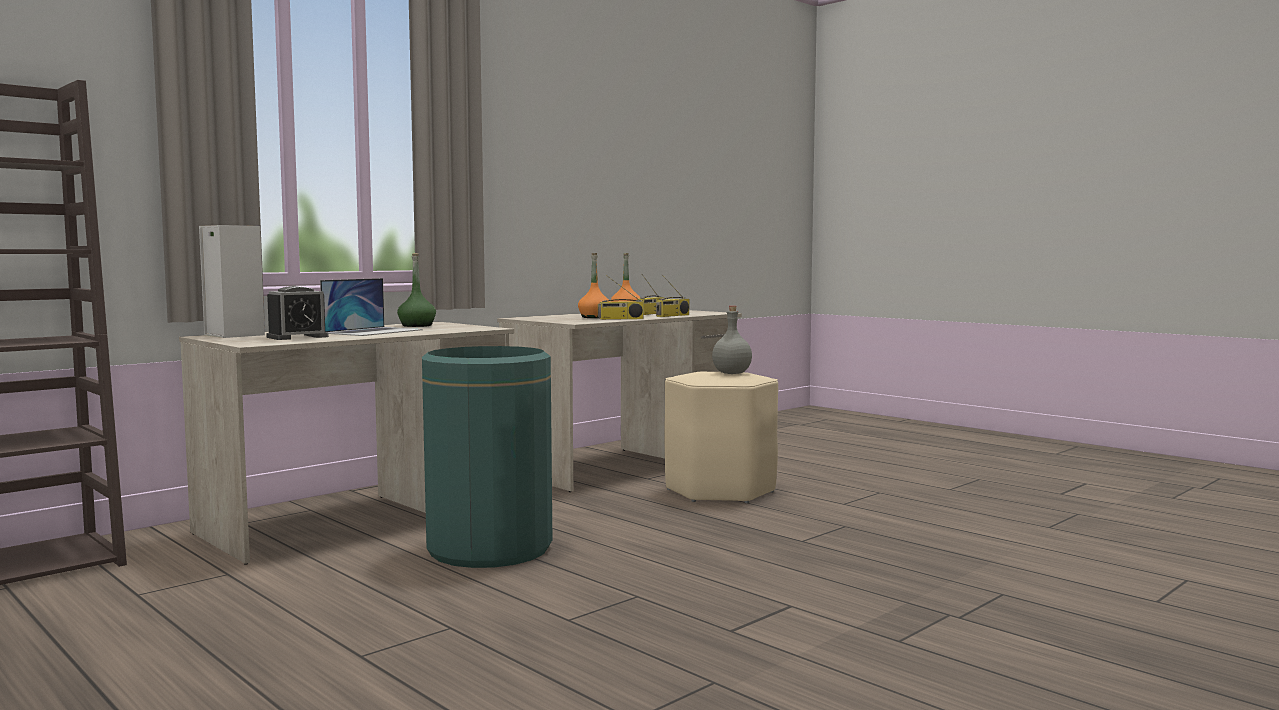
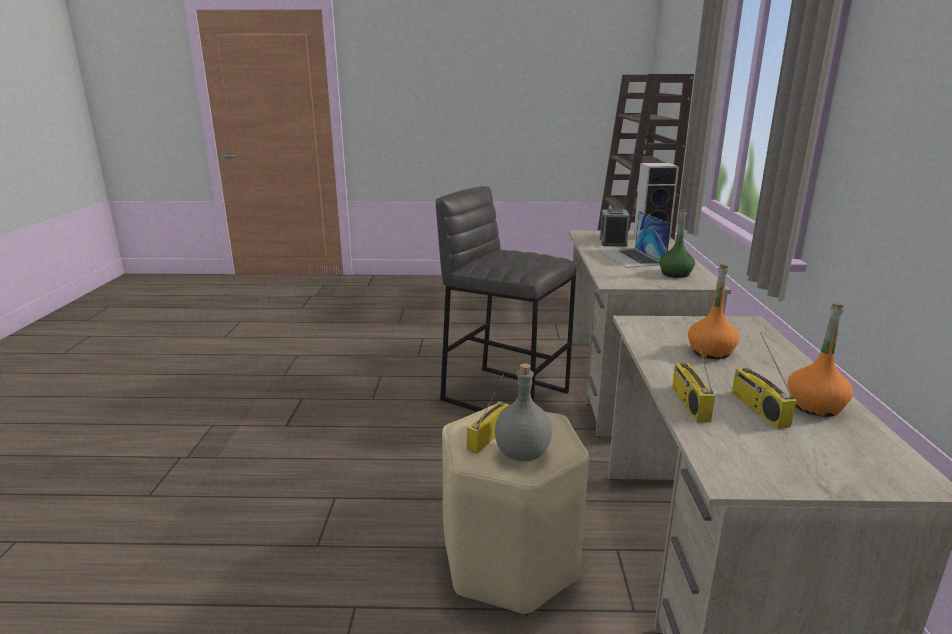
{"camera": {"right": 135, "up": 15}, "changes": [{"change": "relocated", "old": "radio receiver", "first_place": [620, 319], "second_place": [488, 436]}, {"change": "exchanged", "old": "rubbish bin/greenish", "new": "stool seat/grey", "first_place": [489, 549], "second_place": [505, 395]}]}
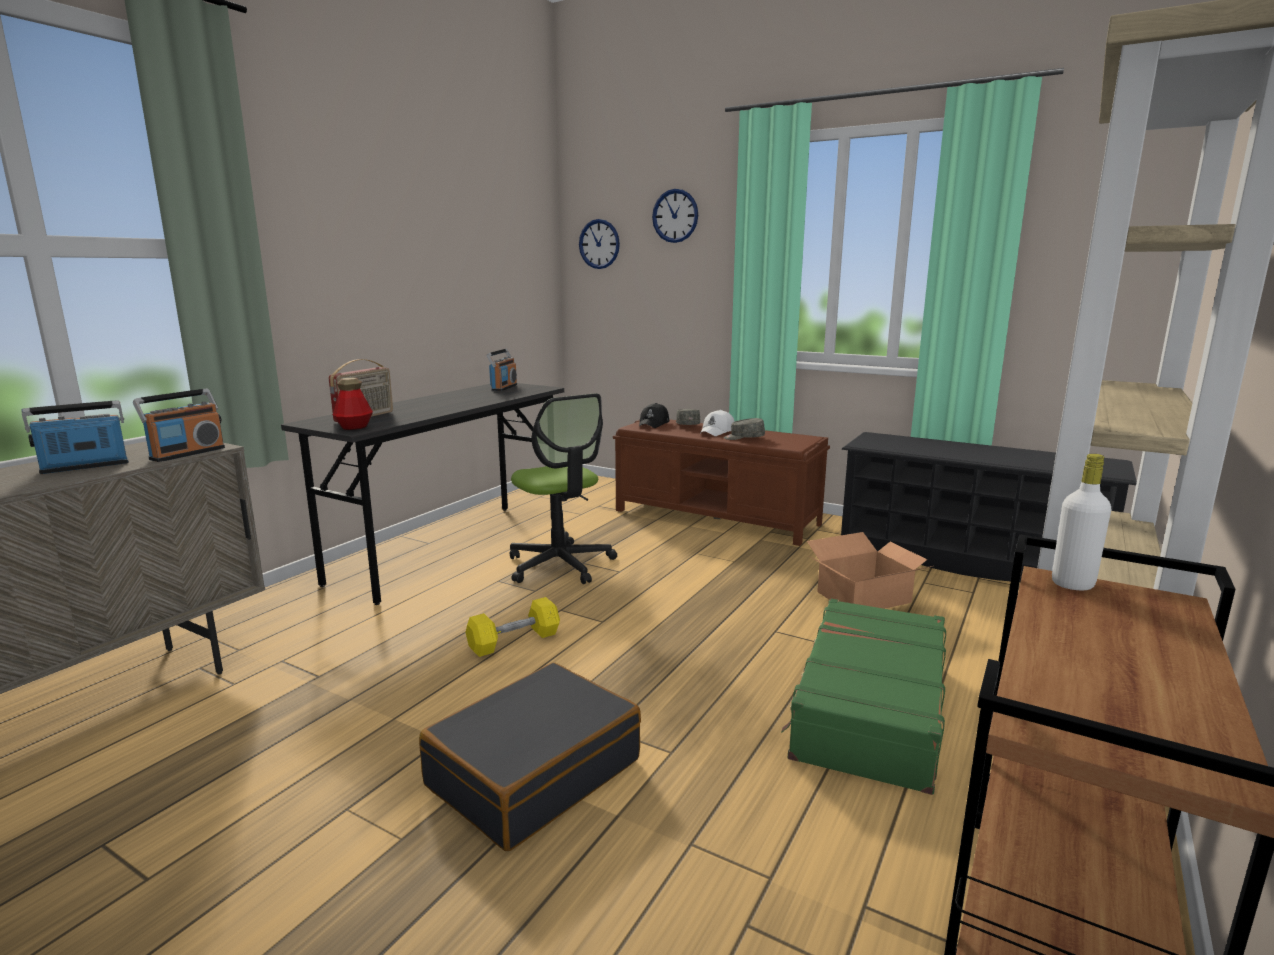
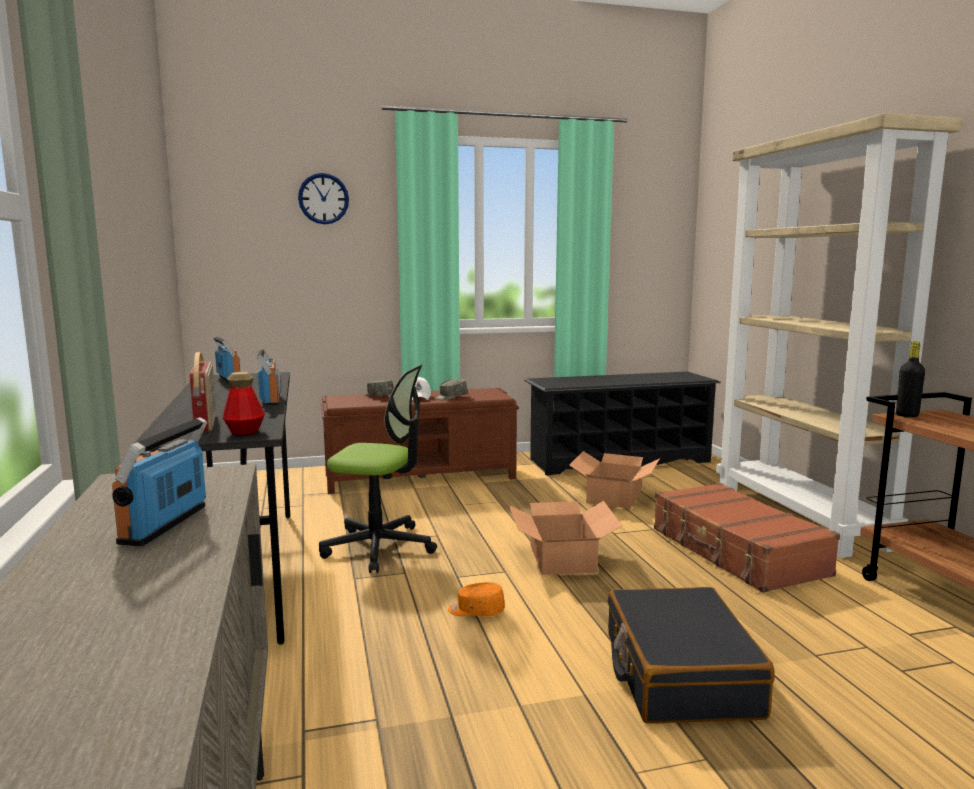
{"camera": {"right": -45, "up": -5}, "changes": [{"change": "missing", "old": "clock on the wall", "first_place": [599, 244]}, {"change": "relocated", "old": "radio receiver", "first_place": [187, 453], "second_place": [271, 400]}, {"change": "missing", "old": "cap/blackish", "first_place": [654, 424]}, {"change": "colour", "old": "beverage bottle/white-coloured", "new": "beverage bottle/blackish", "first_place": [1072, 584], "second_place": [907, 415]}, {"change": "exchanged", "old": "free weight/yellowish", "new": "cap/orange", "first_place": [514, 641], "second_place": [476, 611]}, {"change": "colour", "old": "piece of luggage/greenish", "new": "piece of luggage/brown-coloured", "first_place": [868, 708], "second_place": [736, 552]}, {"change": "appeared", "new": "carton", "second_place": [563, 558]}]}
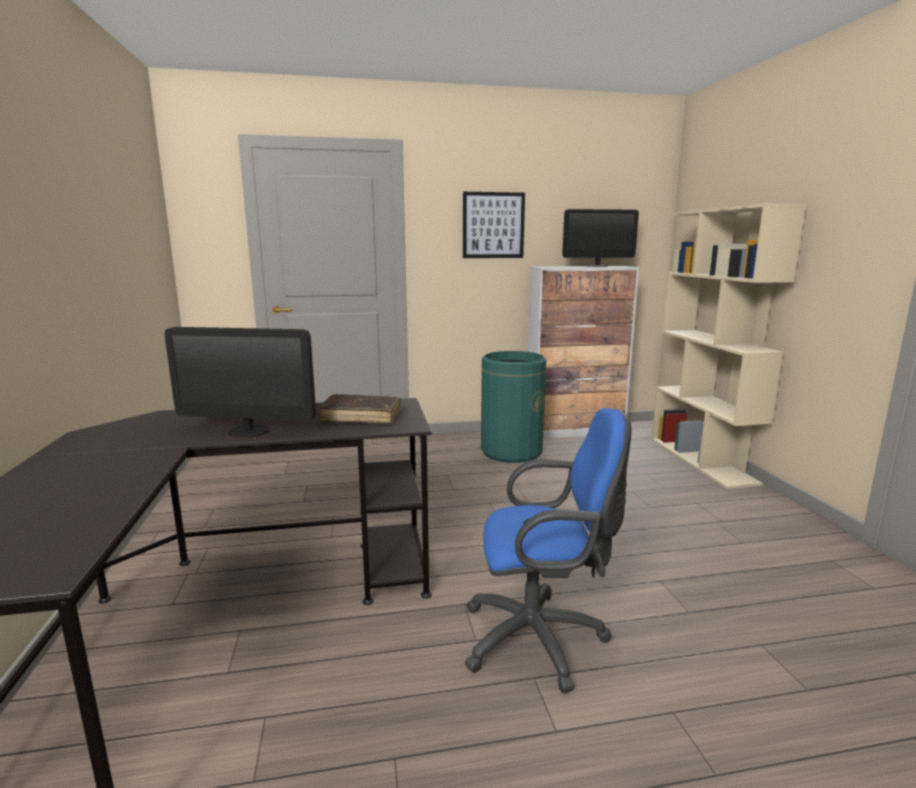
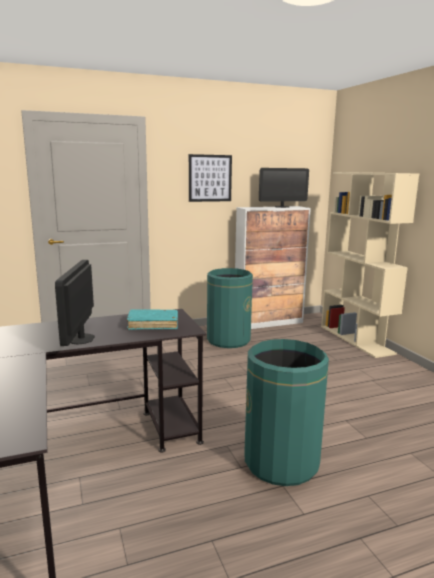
{"camera": {"right": -10, "up": 0}, "changes": [{"change": "spun", "old": "computer display", "first_place": [249, 431], "second_place": [81, 339], "degrees": 90}, {"change": "colour", "old": "volume/brown-coloured", "new": "volume/blue-green", "first_place": [361, 417], "second_place": [153, 324]}, {"change": "exchanged", "old": "desk chair/blue-coloured", "new": "rubbish bin/greenish", "first_place": [541, 639], "second_place": [281, 462]}]}
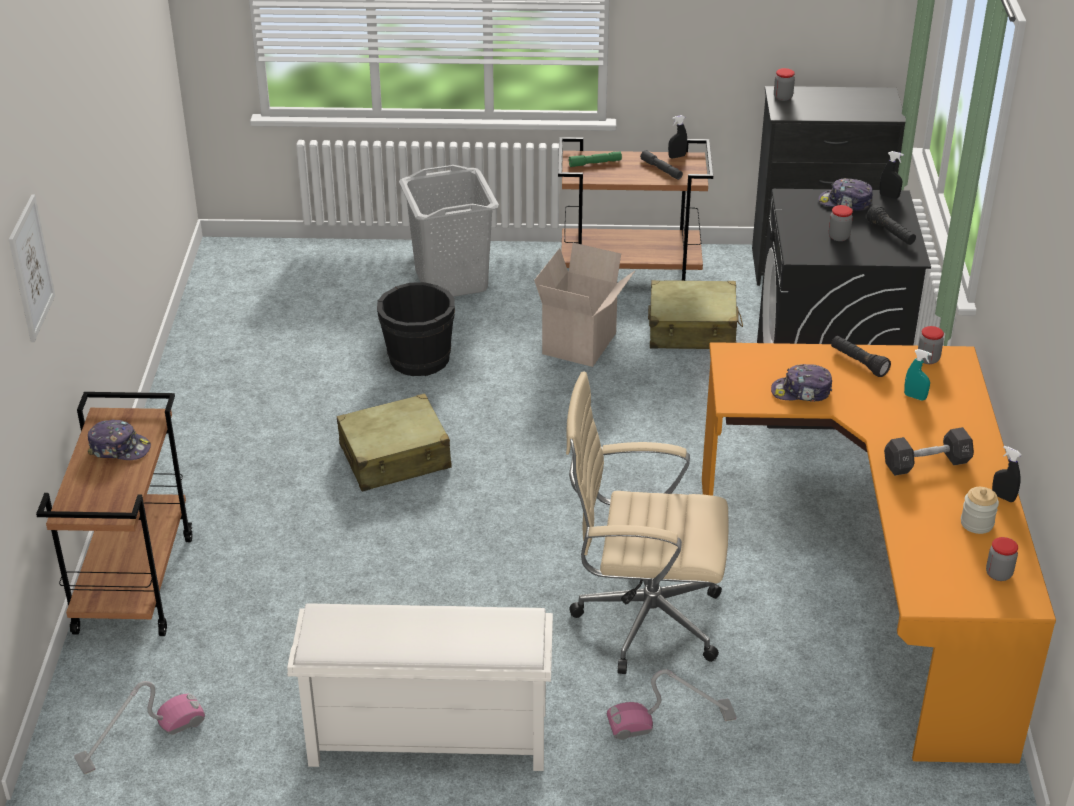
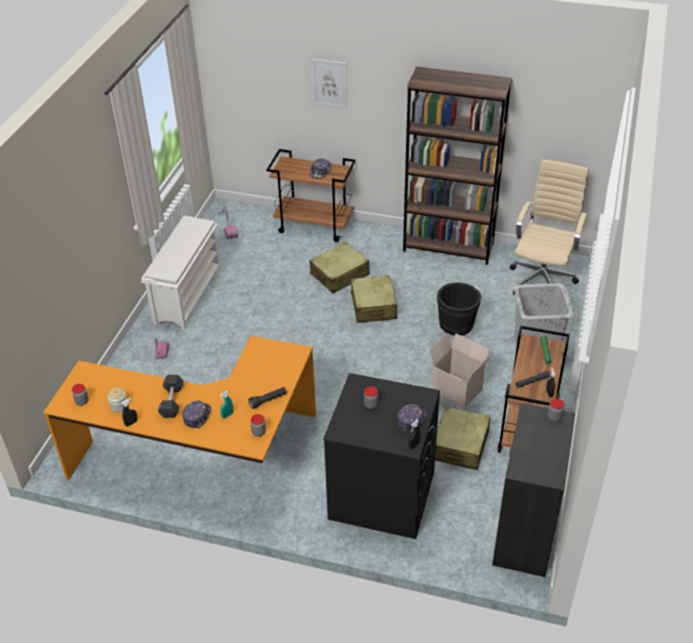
{"camera": {"right": 105, "up": 5}, "changes": [{"change": "missing", "old": "torch/blackish", "first_place": [891, 234]}, {"change": "relocated", "old": "cap", "first_place": [801, 392], "second_place": [197, 416]}, {"change": "relocated", "old": "desk chair/sand-coloured", "first_place": [642, 620], "second_place": [542, 279]}, {"change": "appeared", "new": "bookshelf/brown-coloured", "second_place": [448, 247]}, {"change": "appeared", "new": "piece of luggage/sand-coloured", "second_place": [340, 275]}]}
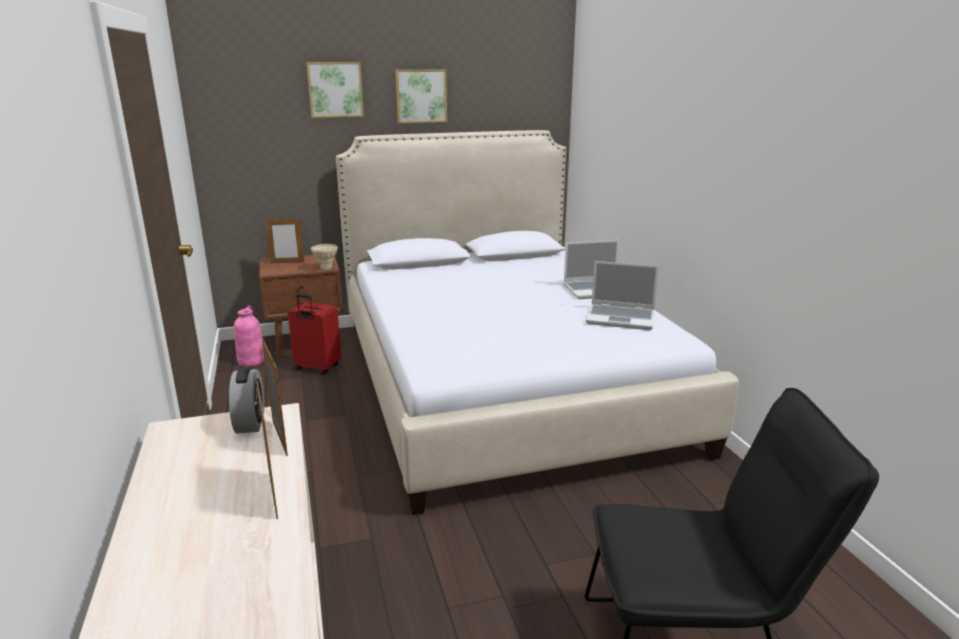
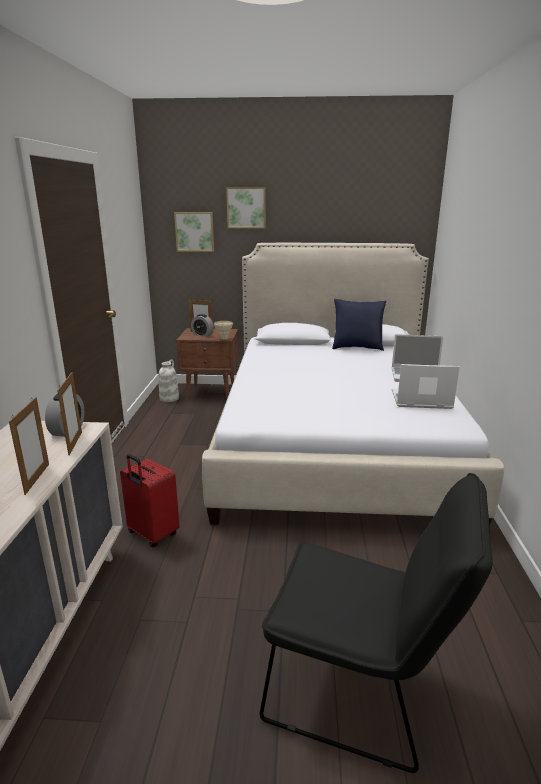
{"camera": {"right": 20, "up": 0}, "changes": [{"change": "relocated", "old": "picture", "first_place": [421, 96], "second_place": [194, 231]}, {"change": "spun", "old": "laptop", "first_place": [621, 318], "second_place": [420, 400], "degrees": 150}, {"change": "relocated", "old": "piece of luggage/red", "first_place": [317, 368], "second_place": [152, 534]}, {"change": "colour", "old": "decorative vase/pink", "new": "decorative vase/white-coloured", "first_place": [251, 360], "second_place": [169, 398]}, {"change": "appeared", "new": "cushion/blue-coloured", "second_place": [357, 348]}, {"change": "appeared", "new": "bedside clock", "second_place": [202, 335]}]}
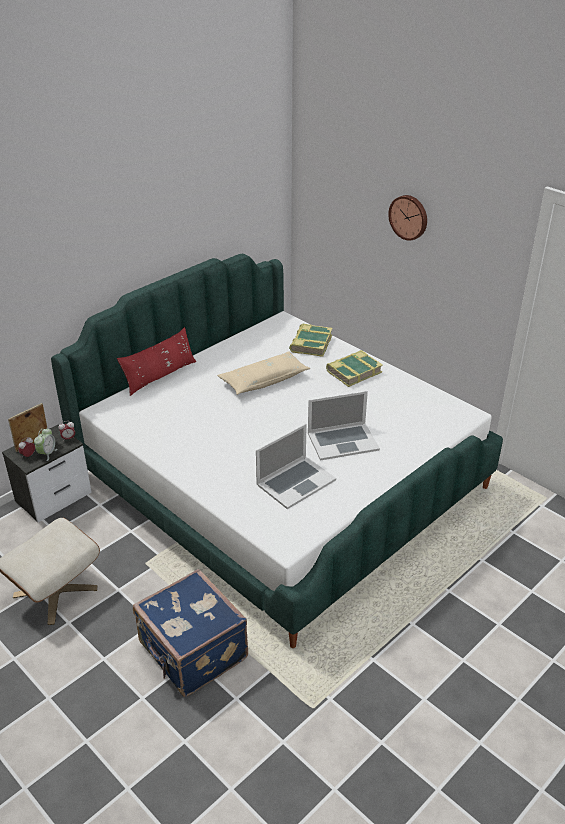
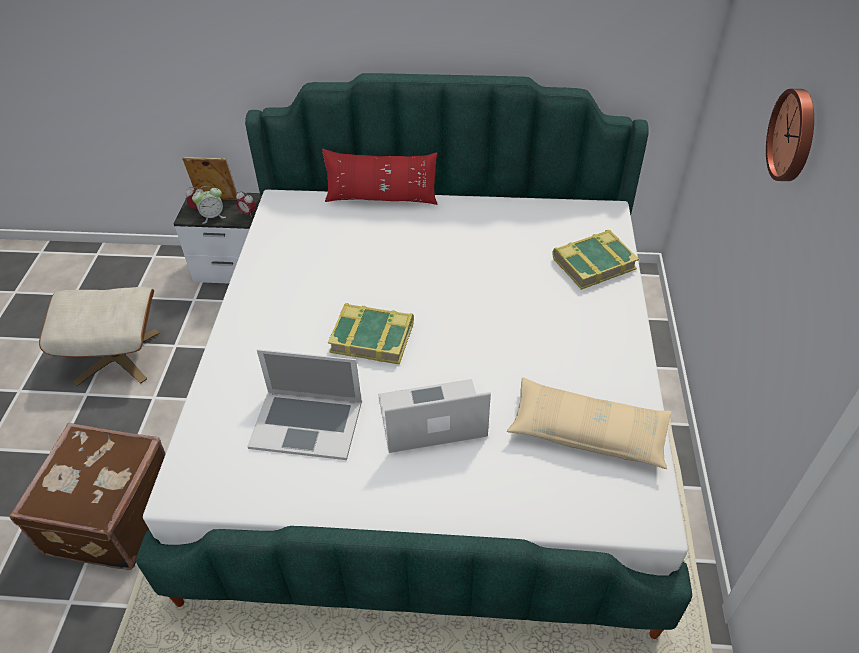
{"camera": {"right": 50, "up": 10}, "changes": [{"change": "relocated", "old": "volume", "first_place": [353, 372], "second_place": [372, 337]}, {"change": "relocated", "old": "cushion/sand-coloured", "first_place": [264, 380], "second_place": [587, 432]}, {"change": "spun", "old": "laptop", "first_place": [342, 441], "second_place": [432, 417], "degrees": 135}, {"change": "colour", "old": "piece of luggage/blue-coloured", "new": "piece of luggage/brown-coloured", "first_place": [192, 652], "second_place": [109, 516]}]}
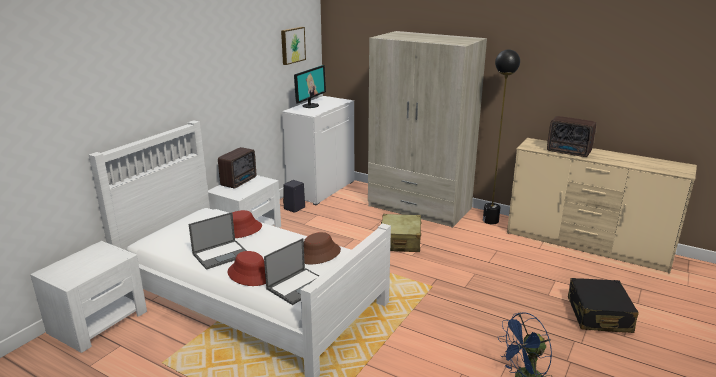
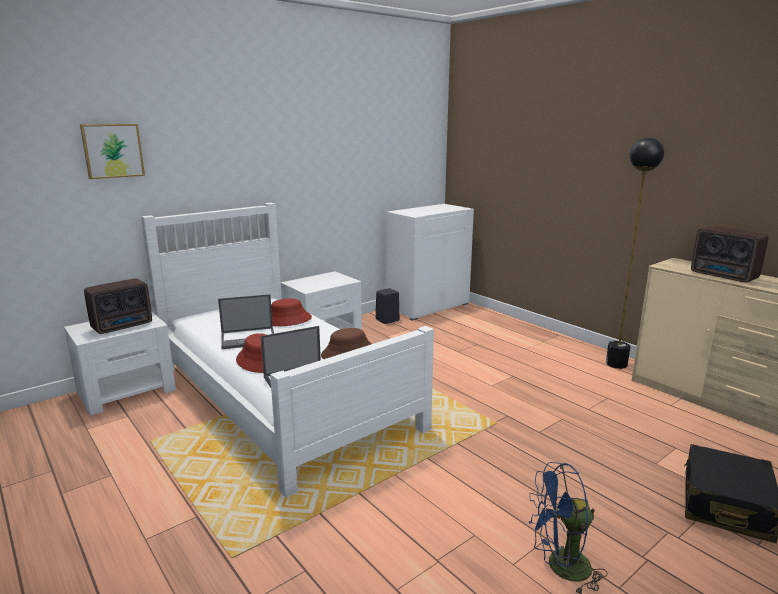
{"camera": {"right": 20, "up": -5}, "changes": [{"change": "relocated", "old": "picture", "first_place": [292, 45], "second_place": [112, 150]}, {"change": "missing", "old": "armoire/sand-coloured", "first_place": [419, 207]}, {"change": "missing", "old": "computer display", "first_place": [310, 105]}, {"change": "relocated", "old": "radio receiver", "first_place": [240, 181], "second_place": [124, 326]}, {"change": "missing", "old": "piece of luggage/sand-coloured", "first_place": [400, 241]}]}
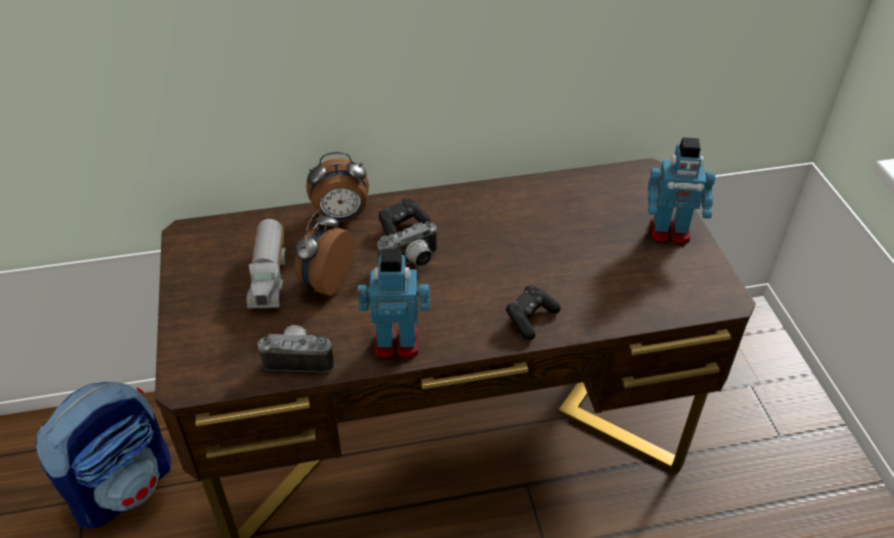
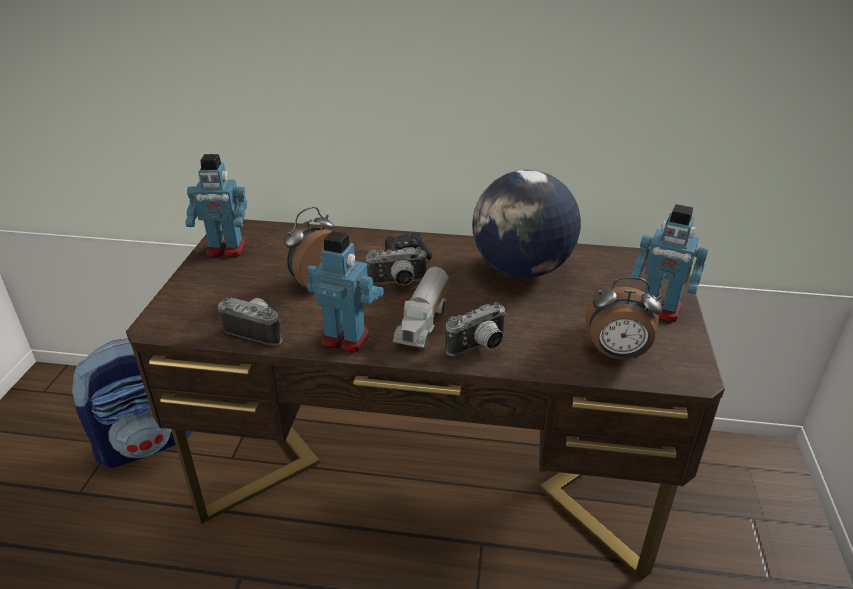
{"camera": {"right": 20, "up": -10}, "changes": [{"change": "relocated", "old": "bedside clock", "first_place": [341, 217], "second_place": [616, 354]}, {"change": "relocated", "old": "model truck", "first_place": [270, 279], "second_place": [424, 323]}, {"change": "exchanged", "old": "game controller/blackish", "new": "still camera", "first_place": [530, 318], "second_place": [480, 347]}, {"change": "appeared", "new": "model robot", "second_place": [226, 250]}, {"change": "appeared", "new": "globe", "second_place": [520, 269]}]}
